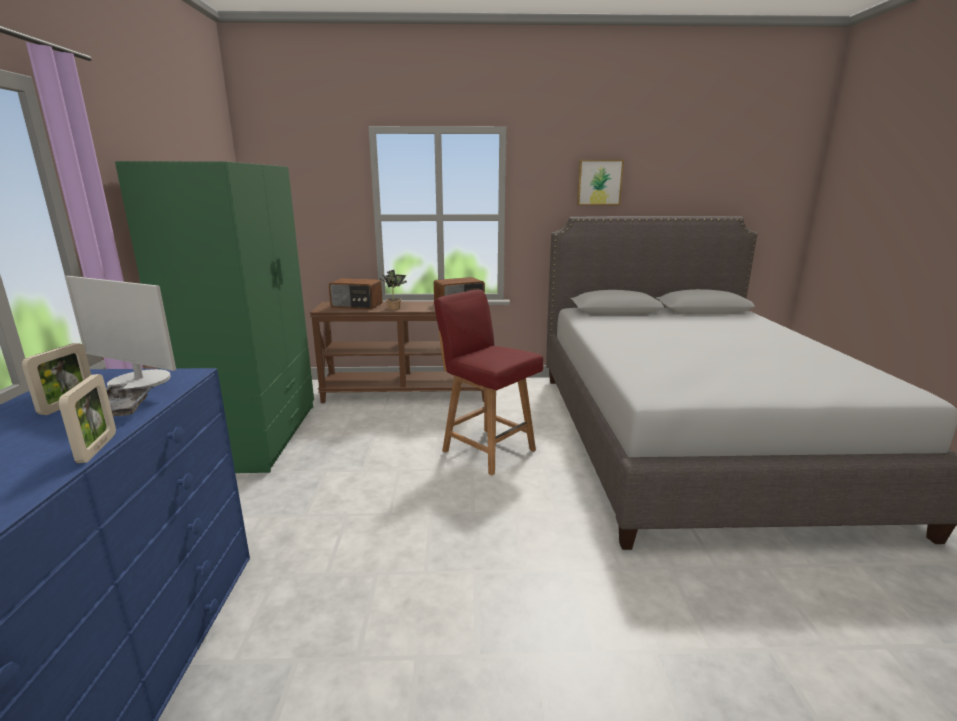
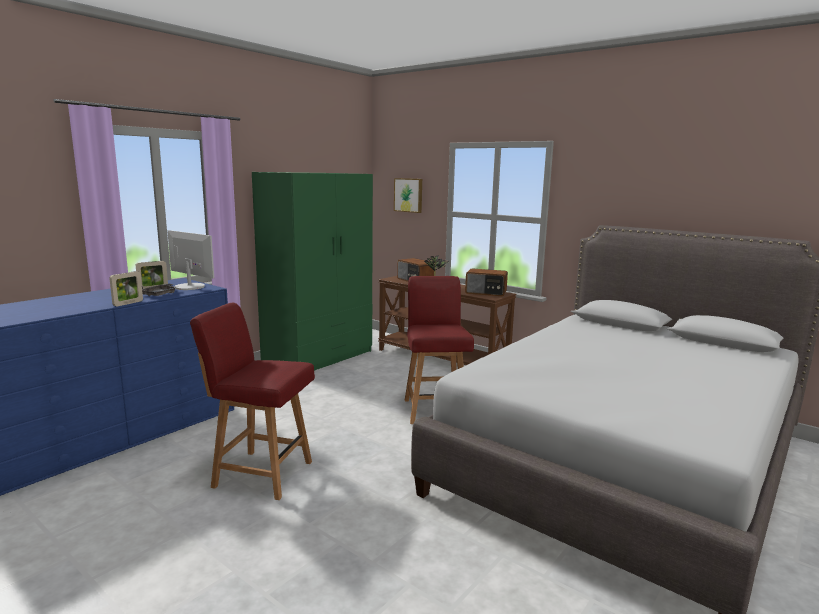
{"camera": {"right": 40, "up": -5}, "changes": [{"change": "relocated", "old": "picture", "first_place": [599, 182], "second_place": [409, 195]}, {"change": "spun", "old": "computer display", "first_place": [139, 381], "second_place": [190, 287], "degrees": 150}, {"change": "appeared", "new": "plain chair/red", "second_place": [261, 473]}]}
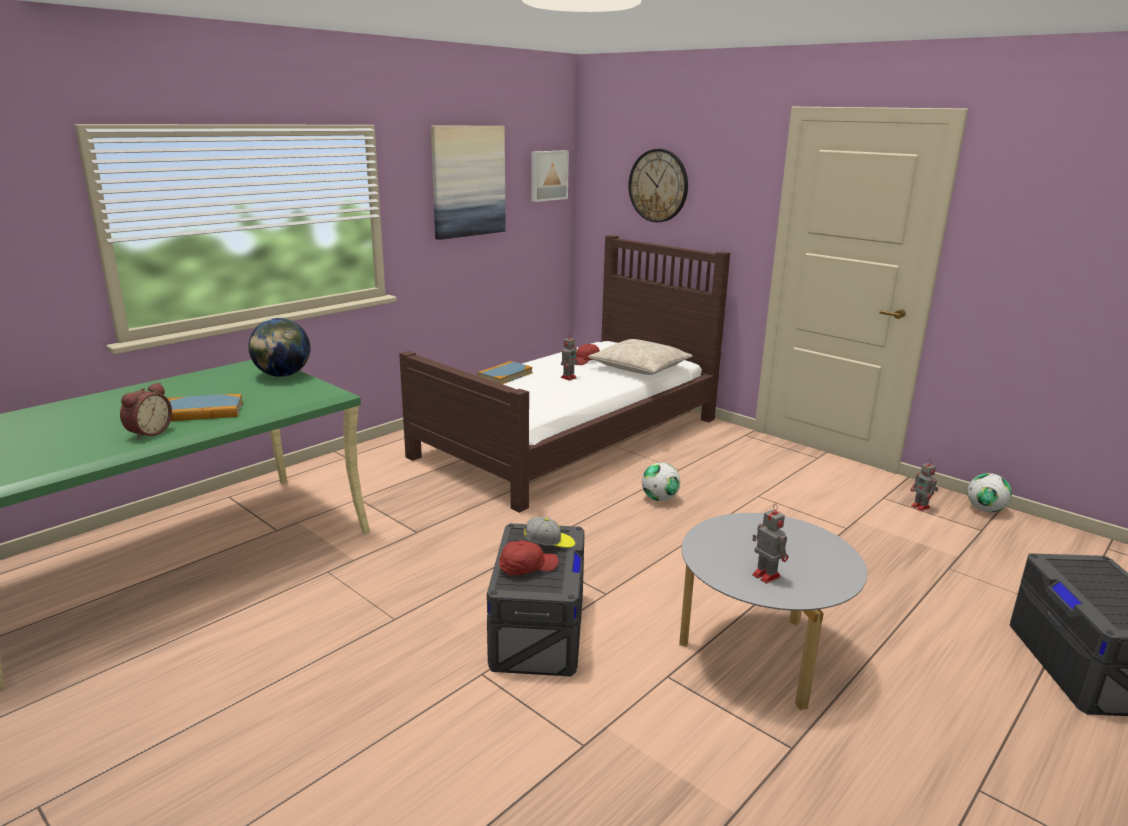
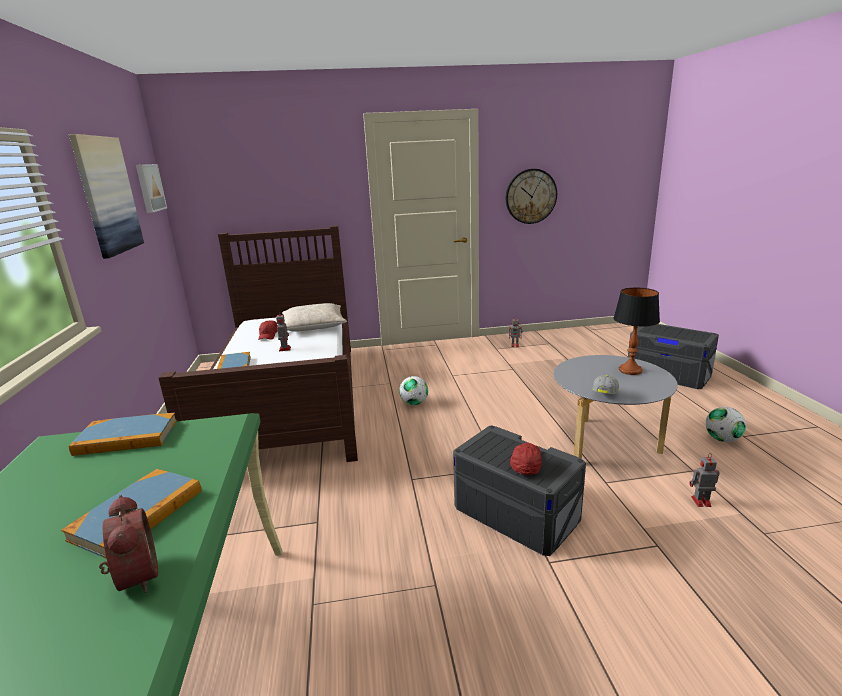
{"camera": {"right": -50, "up": 0}, "changes": [{"change": "relocated", "old": "clock on the wall", "first_place": [658, 185], "second_place": [531, 196]}, {"change": "exchanged", "old": "globe", "new": "volume", "first_place": [282, 375], "second_place": [127, 438]}, {"change": "relocated", "old": "ball for football", "first_place": [985, 510], "second_place": [722, 439]}, {"change": "relocated", "old": "model robot", "first_place": [765, 575], "second_place": [700, 501]}, {"change": "relocated", "old": "cap", "first_place": [549, 544], "second_place": [606, 394]}, {"change": "appeared", "new": "table lamp", "second_place": [630, 370]}]}
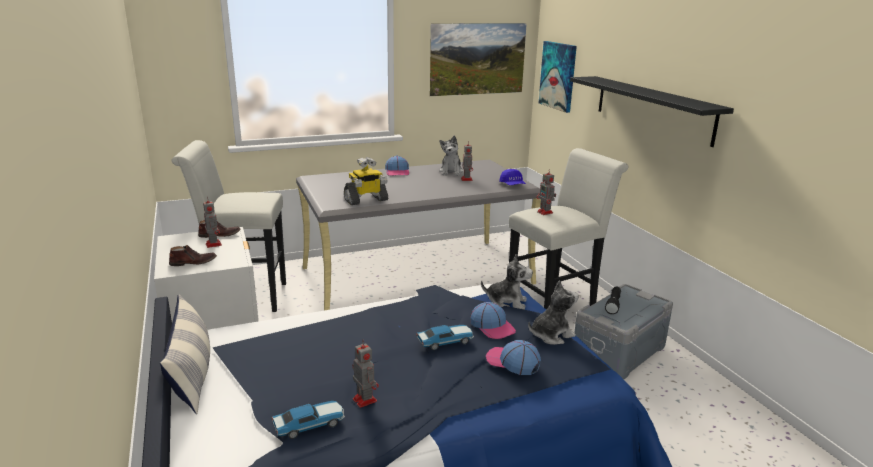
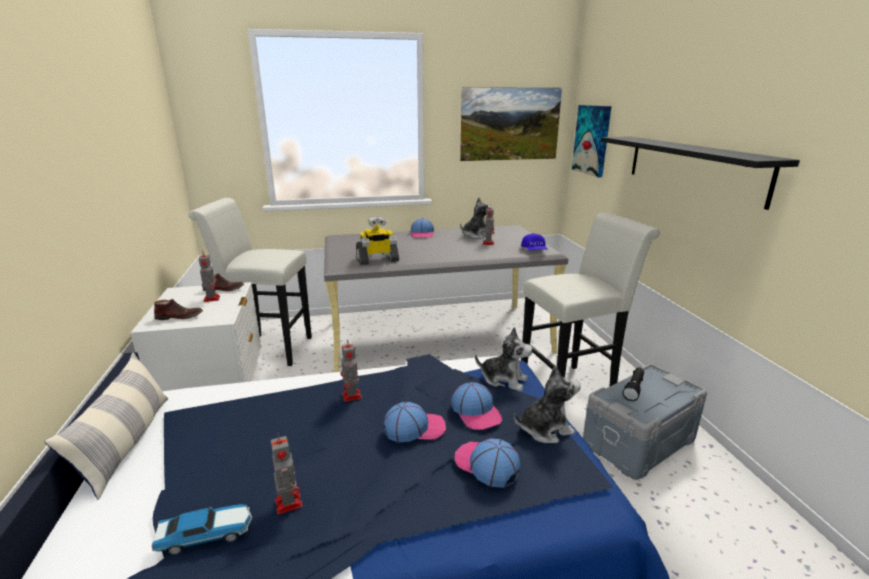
{"camera": {"right": 10, "up": 0}, "changes": [{"change": "spun", "old": "cuddly toy", "first_place": [451, 172], "second_place": [475, 235], "degrees": -135}, {"change": "relocated", "old": "model robot", "first_place": [545, 212], "second_place": [352, 396]}, {"change": "exchanged", "old": "toy car", "new": "cap", "first_place": [446, 341], "second_place": [415, 428]}]}
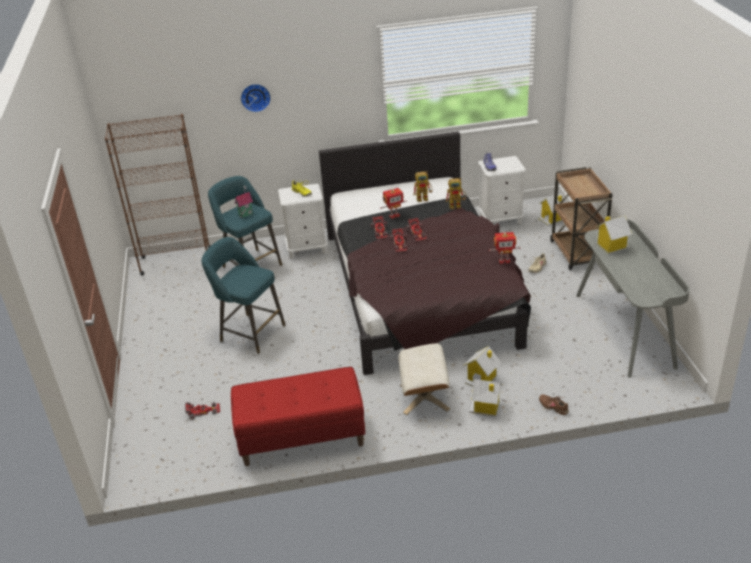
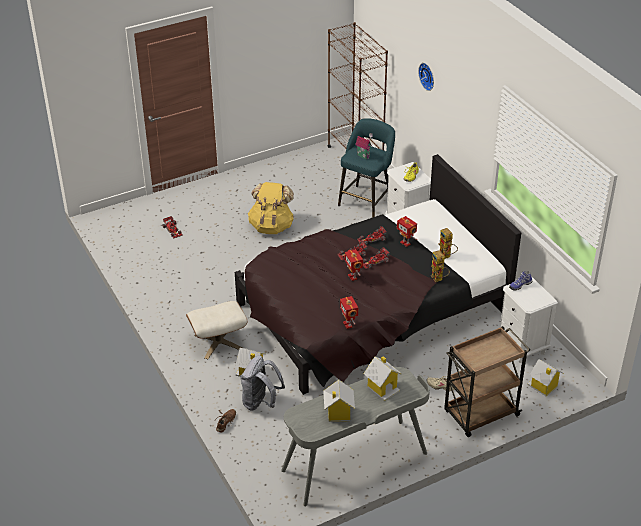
{"camera": {"right": 70, "up": 5}, "changes": [{"change": "exchanged", "old": "stool seat/blue-green", "new": "backpack/yellowish", "first_place": [249, 332], "second_place": [271, 226]}, {"change": "missing", "old": "indoor bench/red", "first_place": [301, 438]}, {"change": "relocated", "old": "toy house", "first_place": [486, 407], "second_place": [338, 413]}, {"change": "appeared", "new": "model robot", "second_place": [353, 277]}, {"change": "appeared", "new": "backpack/grey", "second_place": [260, 402]}]}
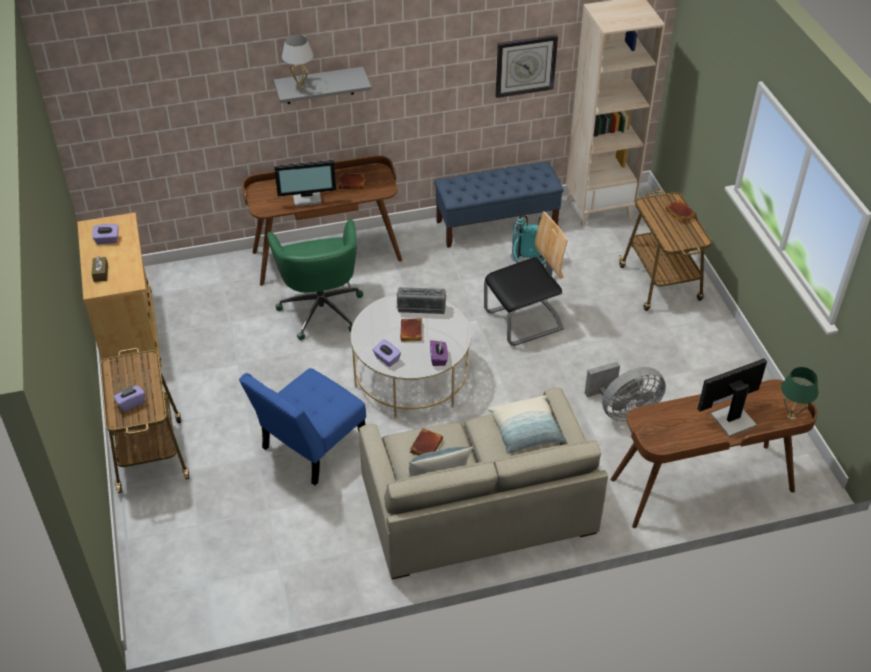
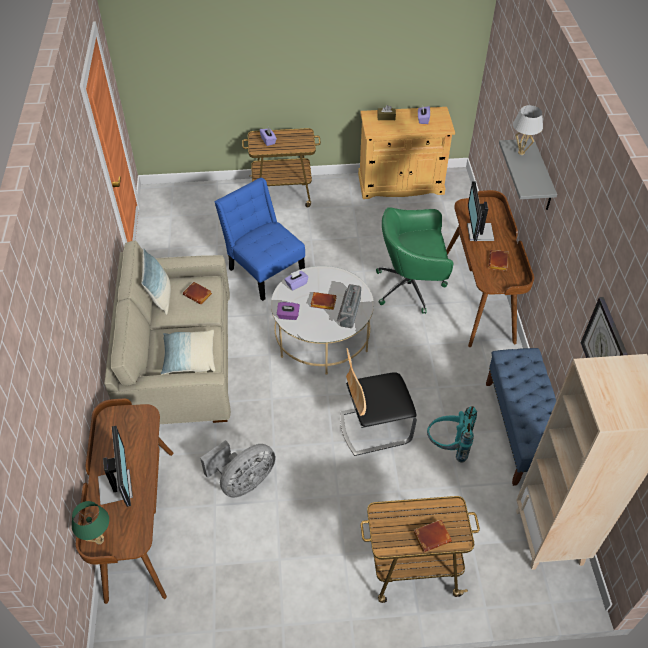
{"camera": {"right": 100, "up": 5}, "changes": [{"change": "spun", "old": "plain chair", "first_place": [524, 321], "second_place": [374, 427], "degrees": 90}, {"change": "spun", "old": "fan/grey", "first_place": [623, 411], "second_place": [243, 481], "degrees": -120}]}
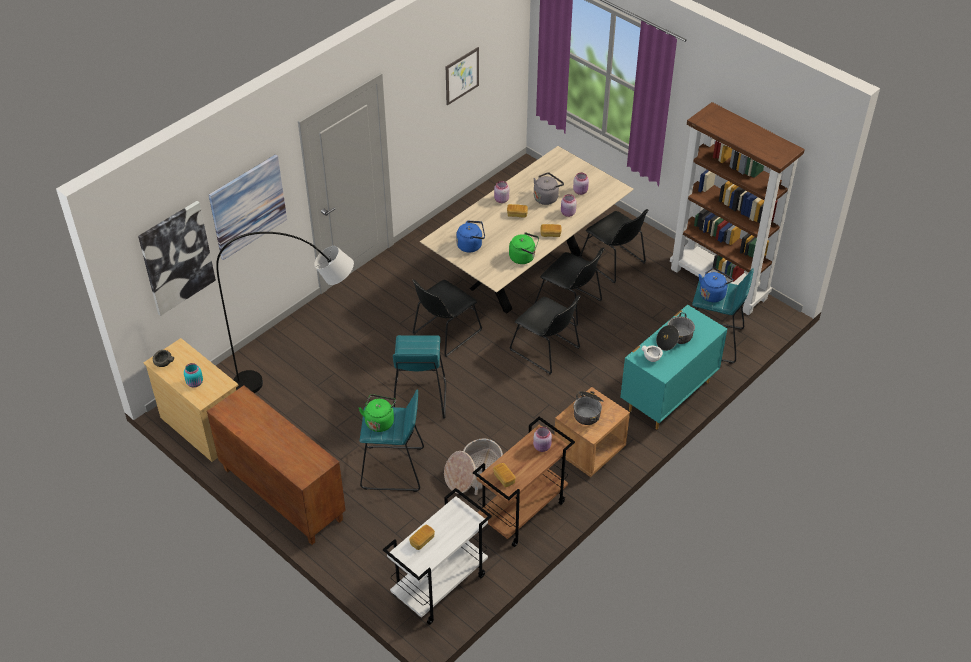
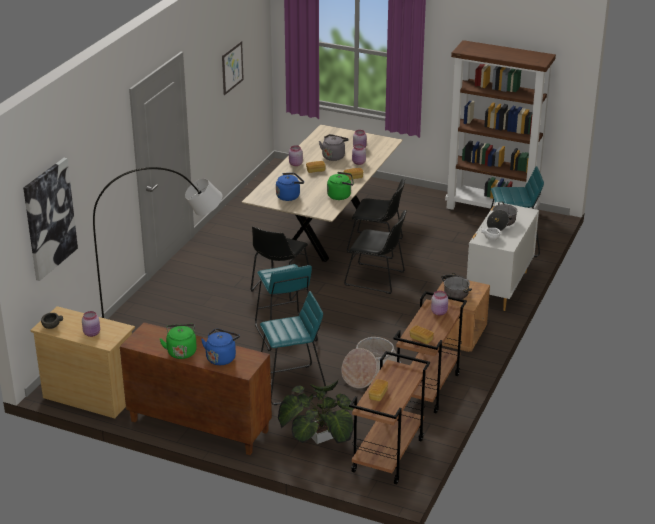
{"camera": {"right": -20, "up": -15}, "changes": [{"change": "missing", "old": "picture", "first_place": [248, 206]}, {"change": "missing", "old": "plain chair/blackish", "first_place": [614, 262]}, {"change": "relocated", "old": "kettle/blue-coloured", "first_place": [713, 294], "second_place": [221, 357]}, {"change": "colour", "old": "dresser/blue-green", "new": "dresser/white-coloured", "first_place": [667, 396], "second_place": [499, 288]}, {"change": "colour", "old": "preserve jar/blue-green", "new": "preserve jar/pink", "first_place": [195, 383], "second_place": [92, 333]}, {"change": "relocated", "old": "kettle/greenish", "first_place": [380, 421], "second_place": [181, 351]}, {"change": "colour", "old": "cart/white-coloured", "new": "cart/brown-coloured", "first_place": [440, 587], "second_place": [388, 456]}, {"change": "appeared", "new": "houseplant", "second_place": [320, 435]}]}
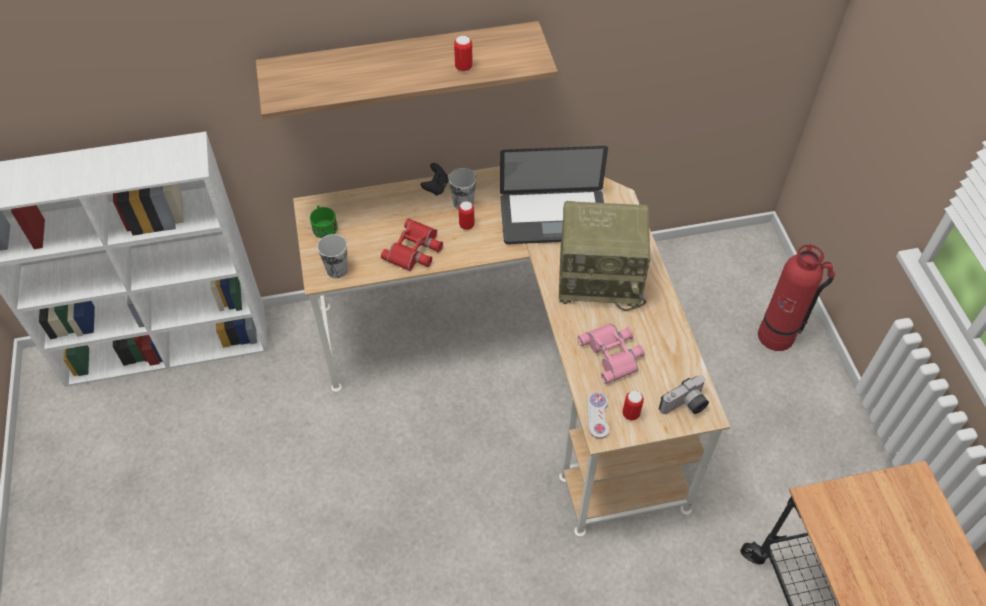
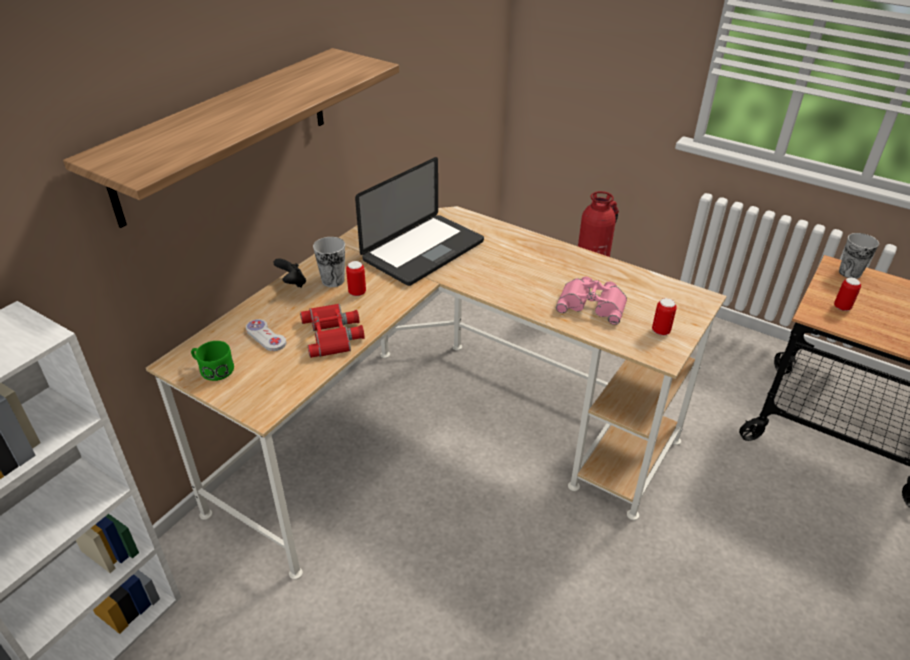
{"camera": {"right": -45, "up": -15}, "changes": [{"change": "relocated", "old": "sealed can", "first_place": [463, 67], "second_place": [842, 307]}, {"change": "missing", "old": "radio receiver", "first_place": [601, 278]}, {"change": "relocated", "old": "small cup", "first_place": [337, 270], "second_place": [849, 273]}, {"change": "missing", "old": "still camera", "first_place": [685, 406]}, {"change": "relocated", "old": "game controller/white-coloured", "first_place": [598, 416], "second_place": [266, 336]}]}
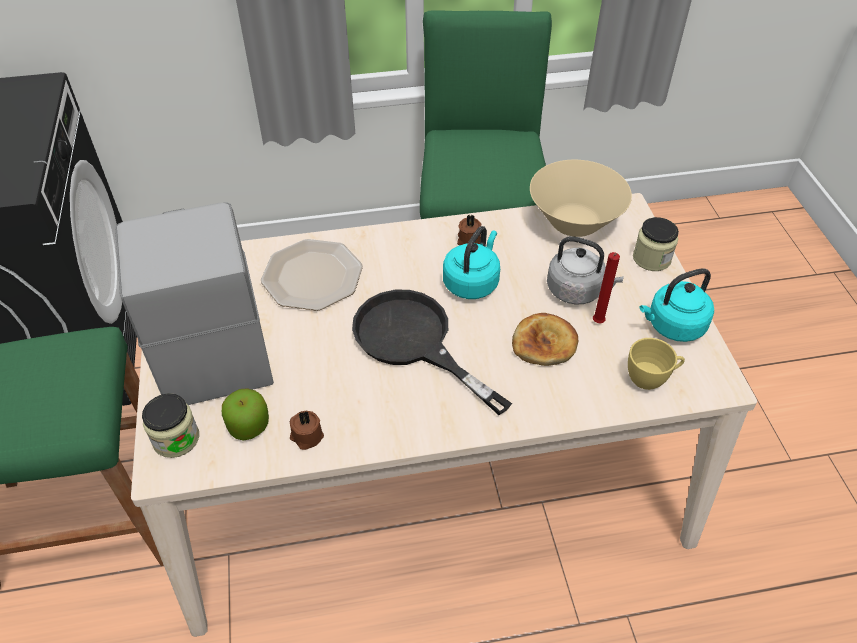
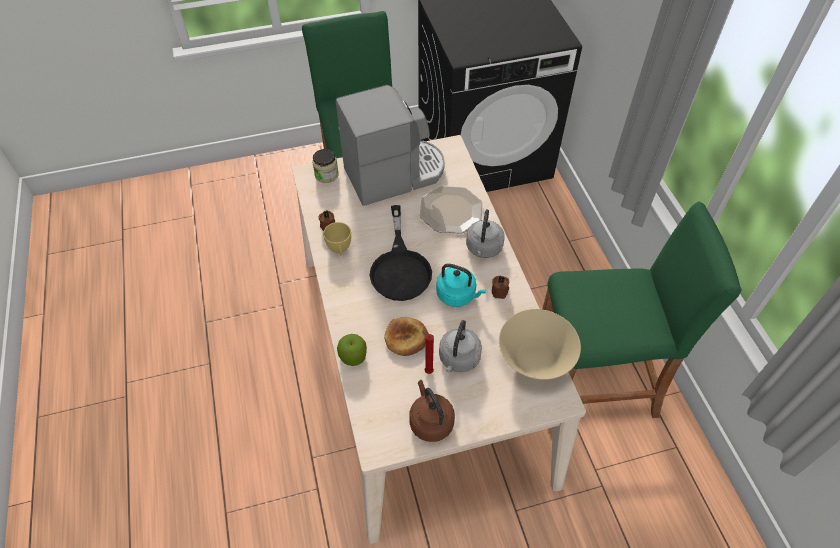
{"camera": {"right": 85, "up": 5}, "changes": [{"change": "missing", "old": "preserve jar", "first_place": [651, 258]}, {"change": "colour", "old": "kettle/blue-green", "new": "kettle/brown-coloured", "first_place": [672, 326], "second_place": [430, 421]}, {"change": "spun", "old": "frying pan/blackish", "first_place": [414, 342], "second_place": [400, 267], "degrees": 135}, {"change": "relocated", "old": "small cup/yellowish", "first_place": [650, 379], "second_place": [339, 250]}, {"change": "relocated", "old": "apple", "first_place": [248, 425], "second_place": [353, 356]}, {"change": "appeared", "new": "kettle/grey", "second_place": [483, 249]}]}
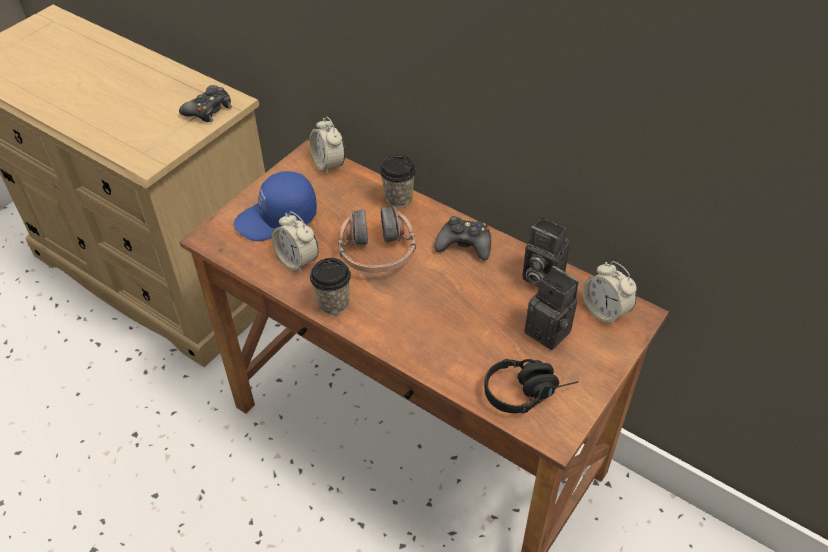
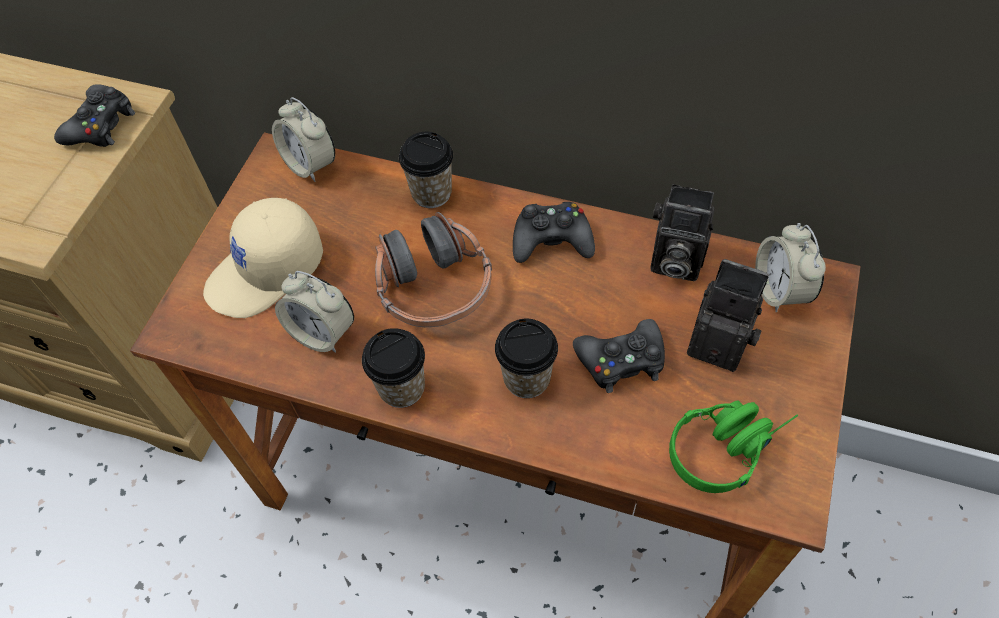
{"camera": {"right": -15, "up": 10}, "changes": [{"change": "colour", "old": "cap/blue-coloured", "new": "cap/sand-coloured", "first_place": [277, 219], "second_place": [267, 272]}, {"change": "spun", "old": "bedside clock", "first_place": [605, 311], "second_place": [780, 290], "degrees": 45}, {"change": "colour", "old": "headphones/blackish", "new": "headphones/greenish", "first_place": [528, 391], "second_place": [728, 445]}, {"change": "appeared", "new": "small cup", "second_place": [527, 378]}, {"change": "appeared", "new": "game controller/blackish", "second_place": [621, 360]}]}
